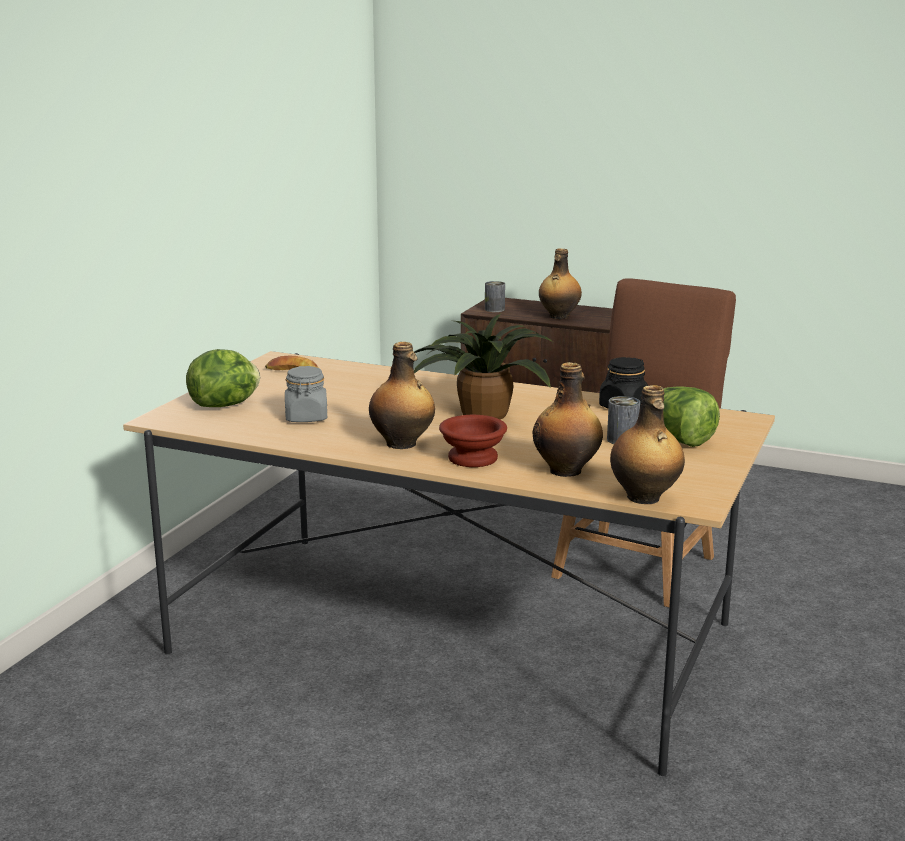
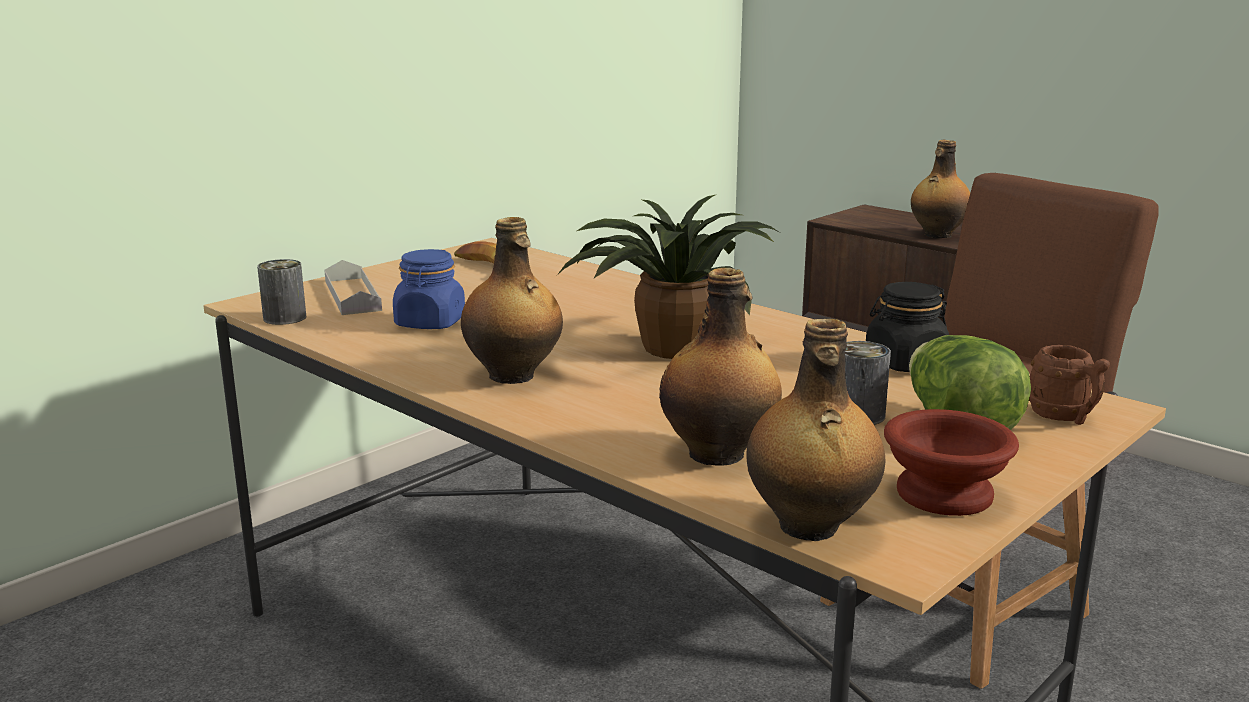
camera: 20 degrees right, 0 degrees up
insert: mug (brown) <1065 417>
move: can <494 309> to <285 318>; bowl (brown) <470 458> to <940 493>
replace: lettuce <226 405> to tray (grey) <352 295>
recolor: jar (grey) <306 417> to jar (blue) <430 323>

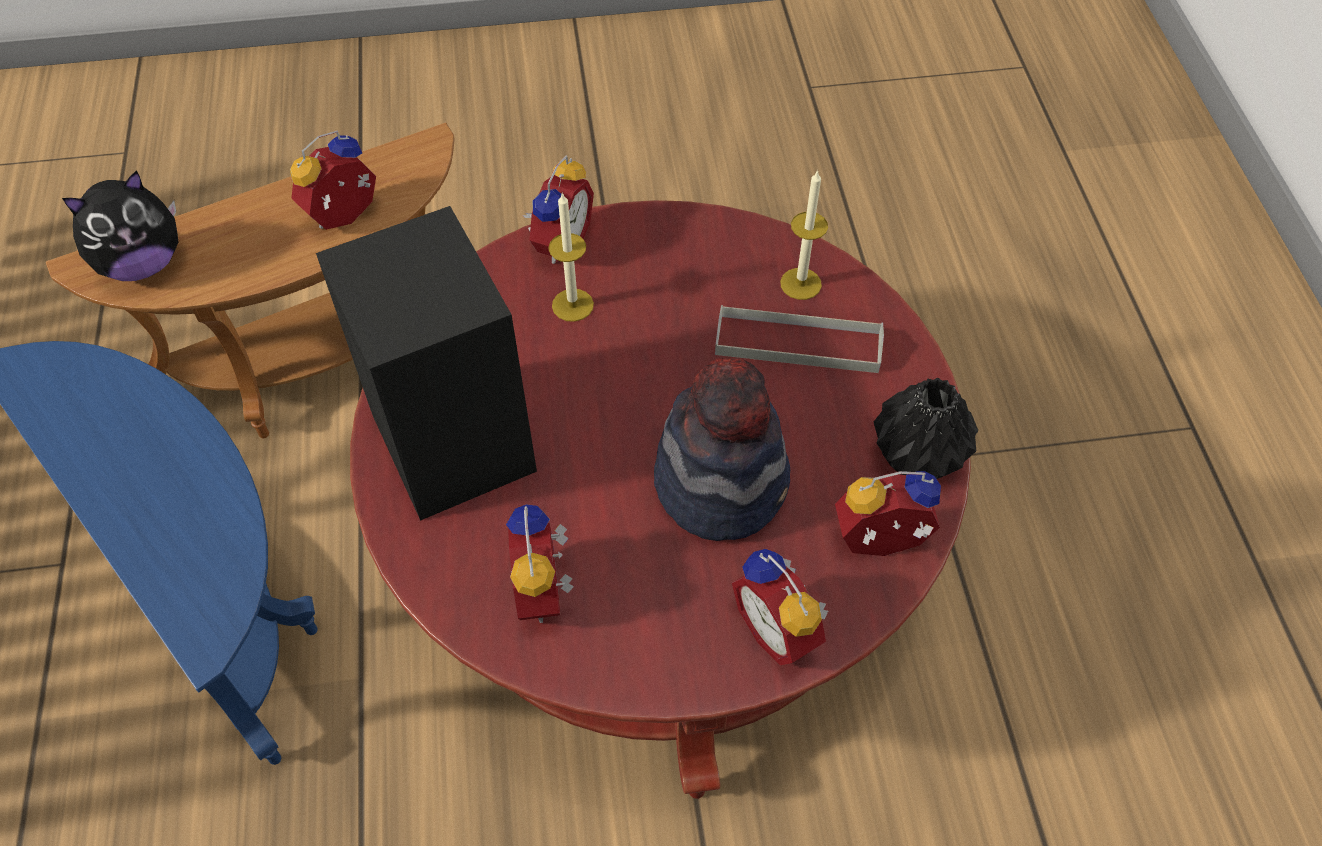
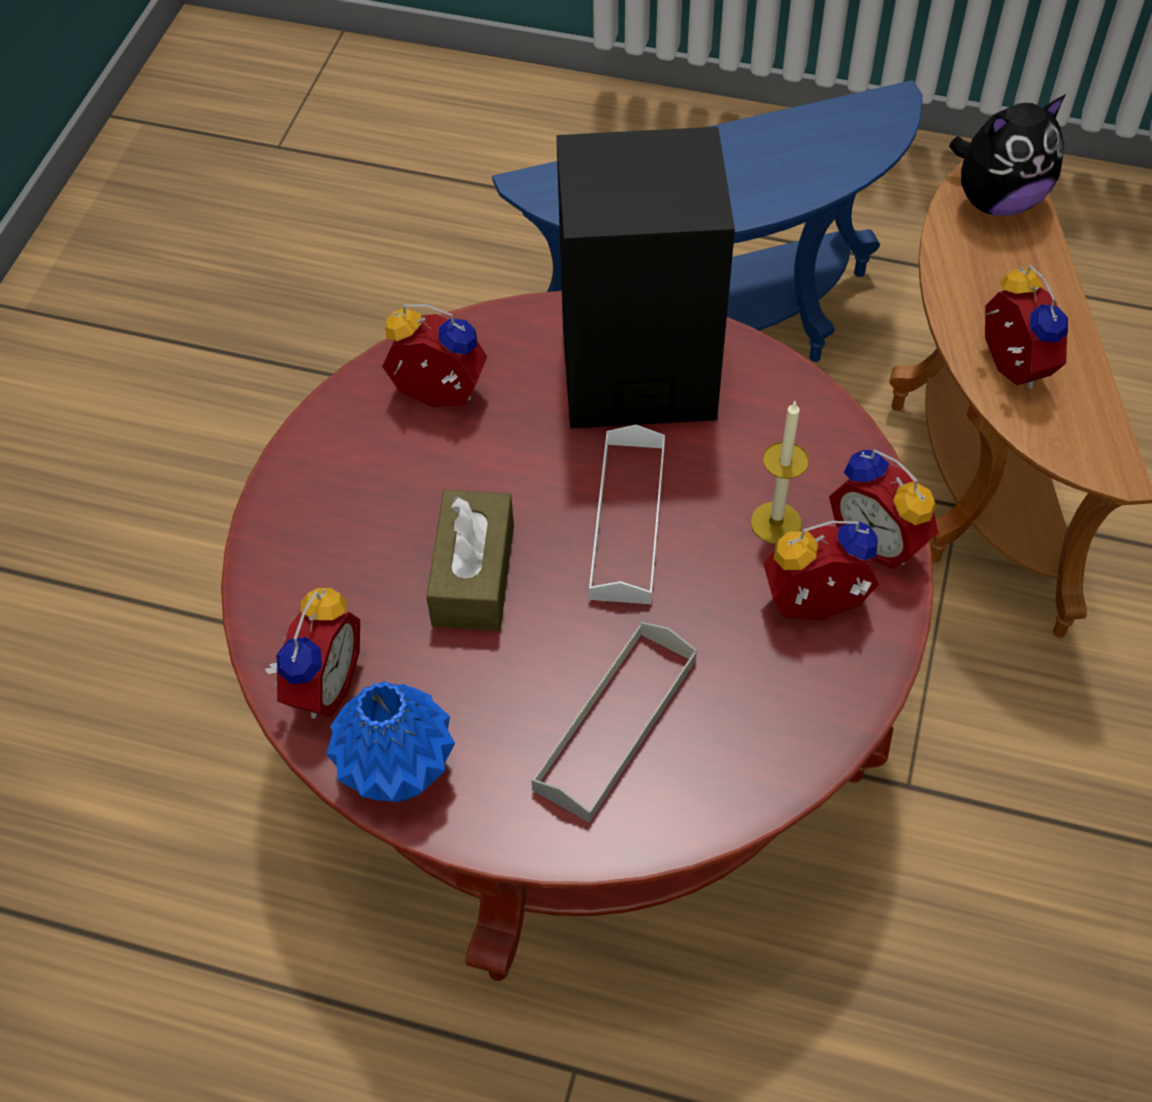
camera: 115 degrees right, 0 degrees up
delete: candle <800 283>
insert: tray (white) <628 520>
move: alarm clock <780 629> to <817 609>
replace: hat <722 481> to tissue box (brown) <473 575>
recolor: vase (black) <917 461> to vase (blue) <395 770>
rotate: plush toy <142 263> = <997 200> 105 degrees counterclockwise

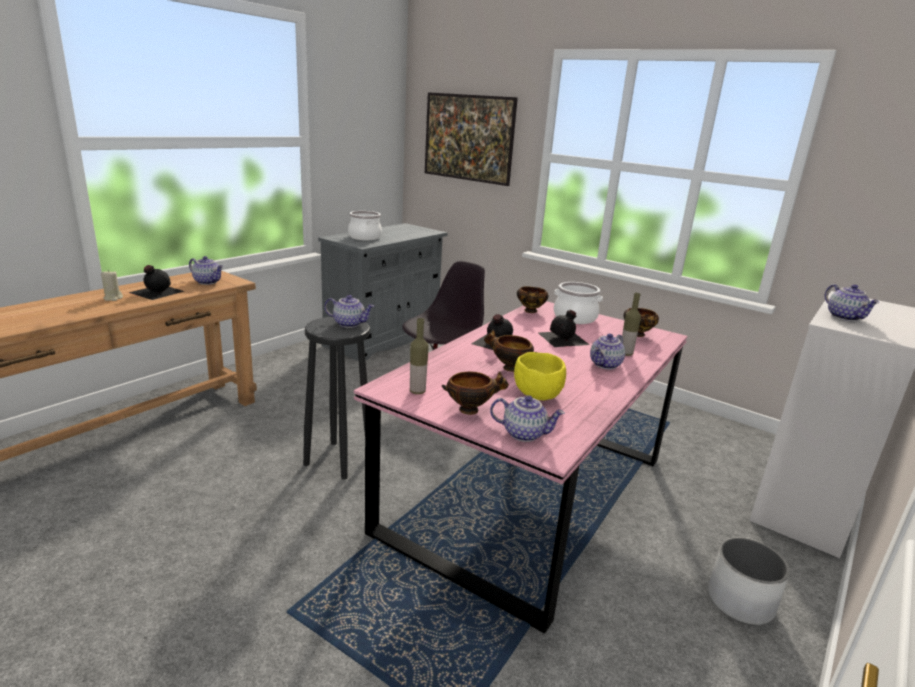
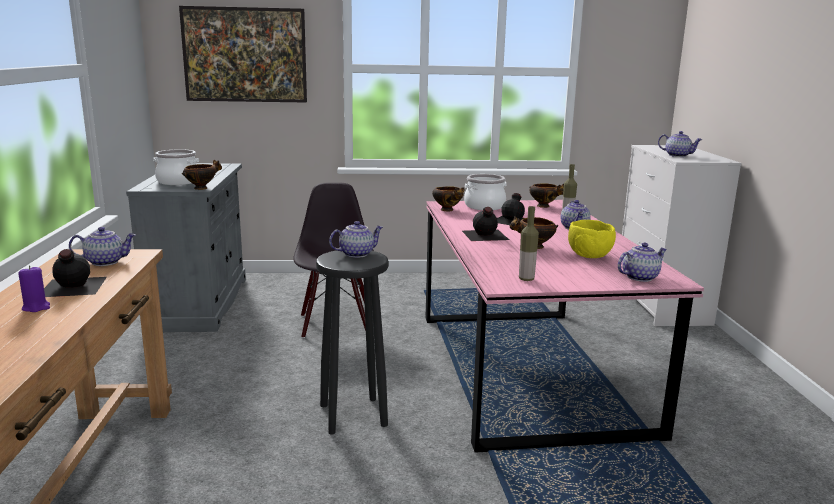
camera: 40 degrees left, 5 degrees down
delete: planter (white) <739 602>
move: bowl <471 409> to <202 188>
recolor: candle (beige) <113 298> to candle (purple) <36 307>

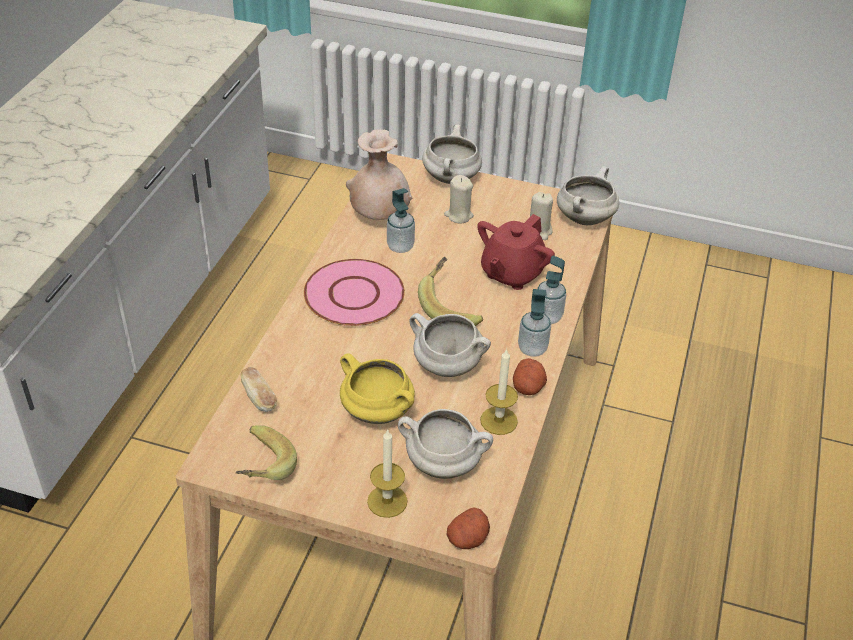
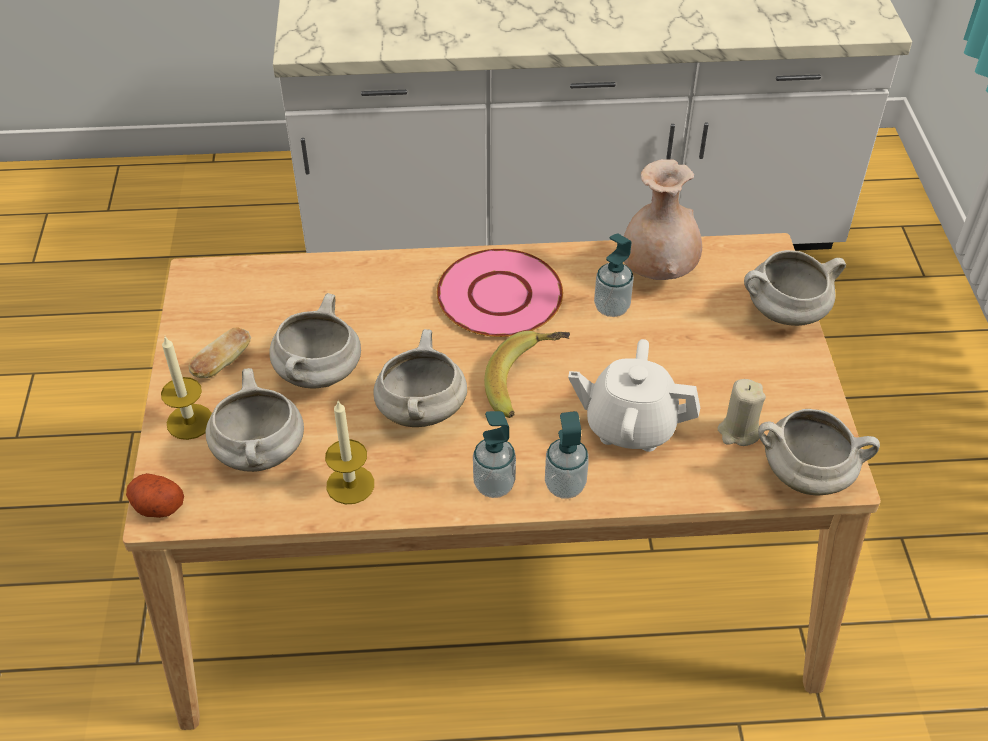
camera: 70 degrees right, 5 degrees up
delete: candle (beige) <458 215>; potato <528 387>; banana <259 468>
move: bread <259 398> to <222 363>
recolor: teapot (red) <511 273> to teapot (white) <630 426>; cooking pot (yellow) <378 412> to cooking pot (white) <319 374>

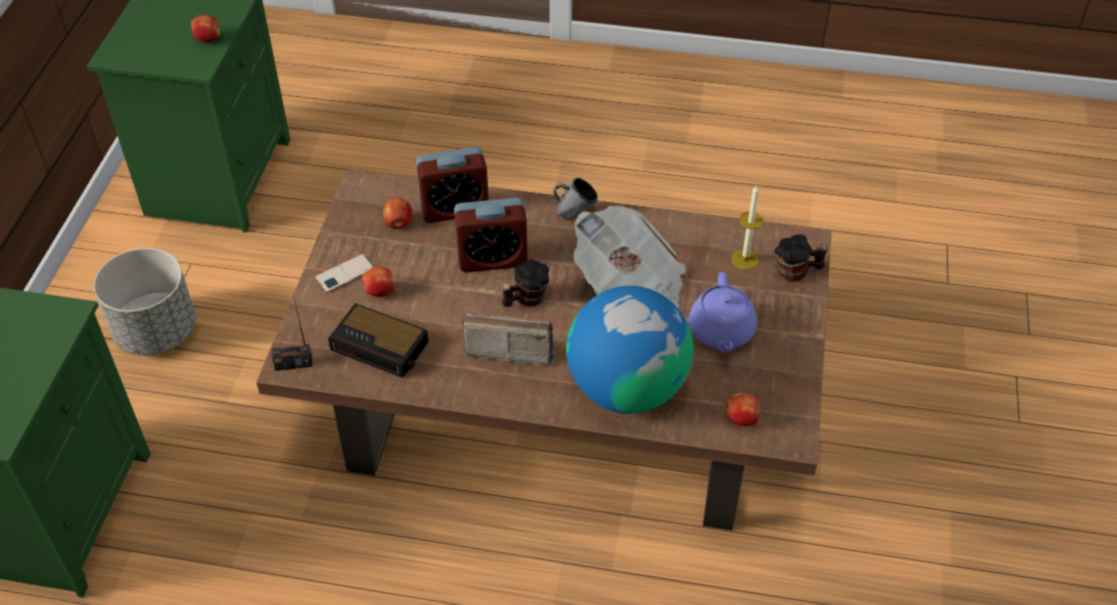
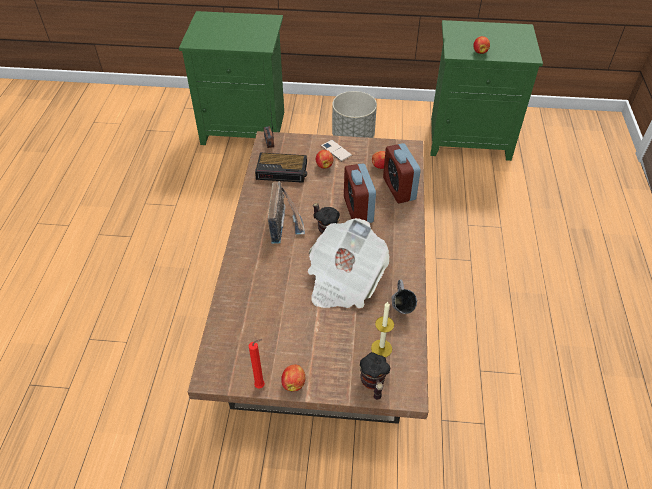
camera: 85 degrees right, 0 degrees up
delete: teapot (purple) <721 332>; globe <627 387>
insert: candle (red) <261 386>
move: mug (grey) <575 214> to <400 310>; apple <740 419> to <294 383>
rotate: alarm clock <381 346> = <283 171> 105 degrees counterclockwise

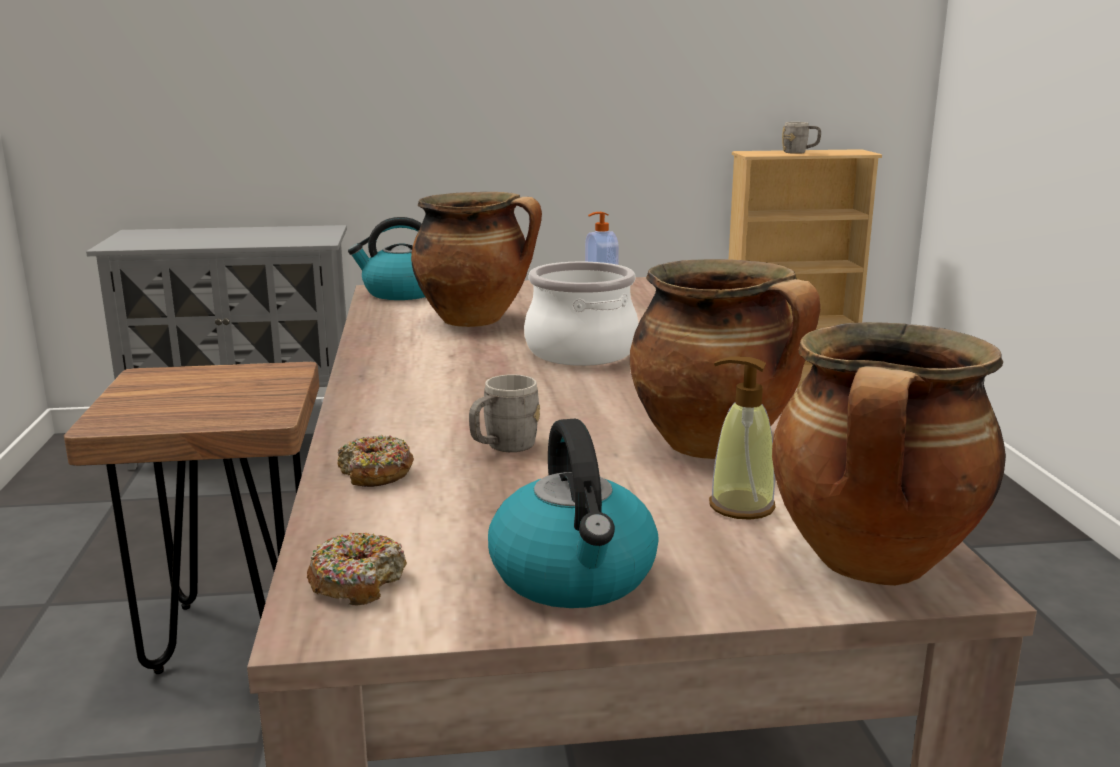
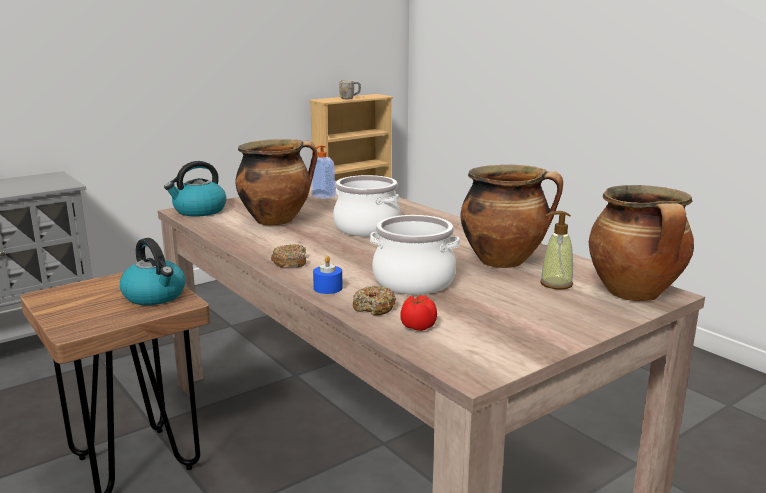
camera: 30 degrees left, 0 degrees up
insert: candle (blue) <328 288>; tomato <417 326>
move: kettle <574 576> to <155 296>; donut <357 582> to <290 262>
replace: mug (grey) <503 447> to cooking pot <413 282>

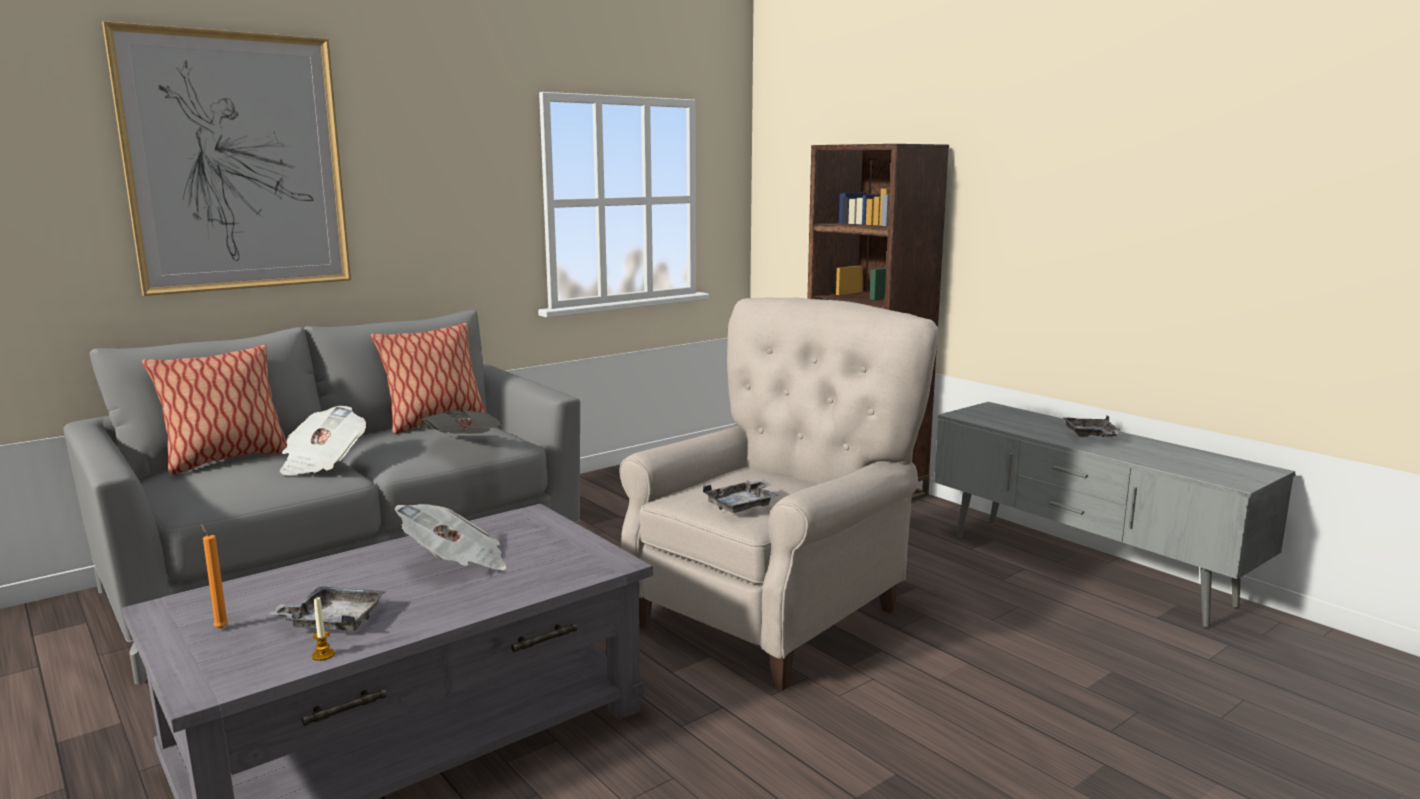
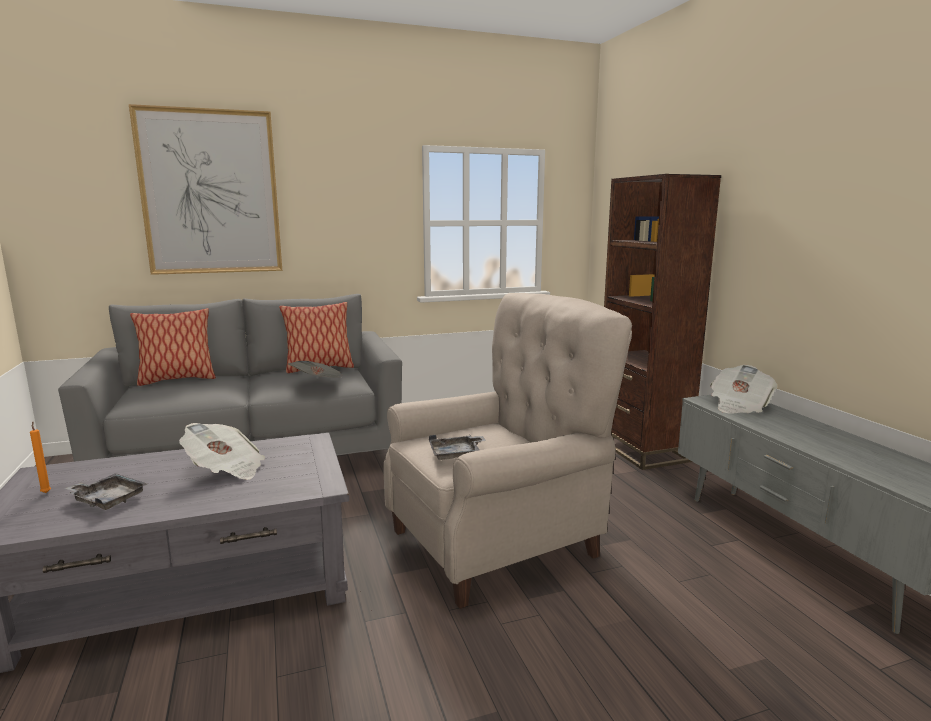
camera: 20 degrees right, 0 degrees up
delete: tray (grey) <1091 435>; candle <323 655>
move: newspaper <322 463> to <739 406>

